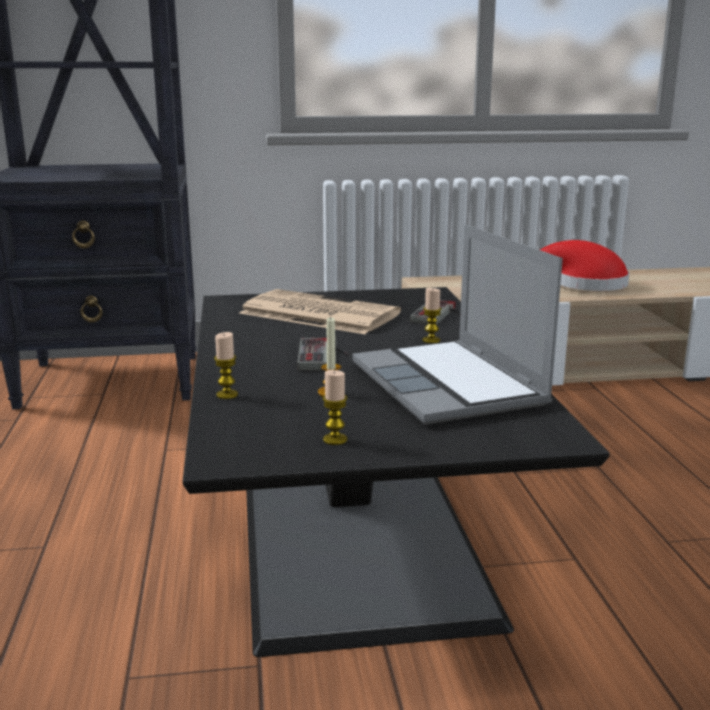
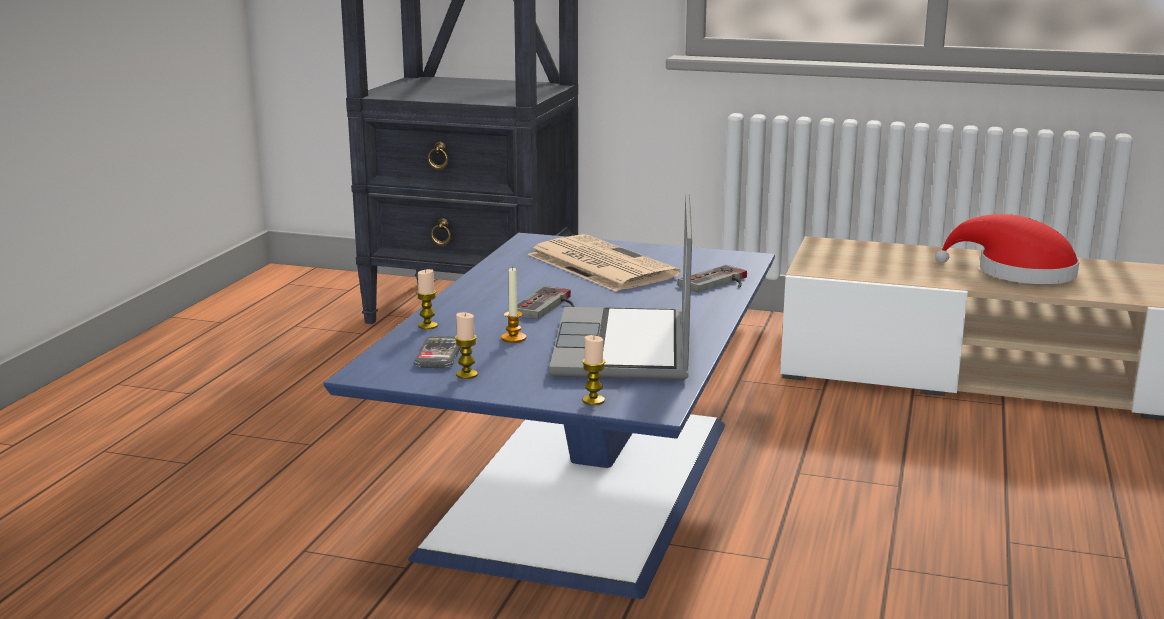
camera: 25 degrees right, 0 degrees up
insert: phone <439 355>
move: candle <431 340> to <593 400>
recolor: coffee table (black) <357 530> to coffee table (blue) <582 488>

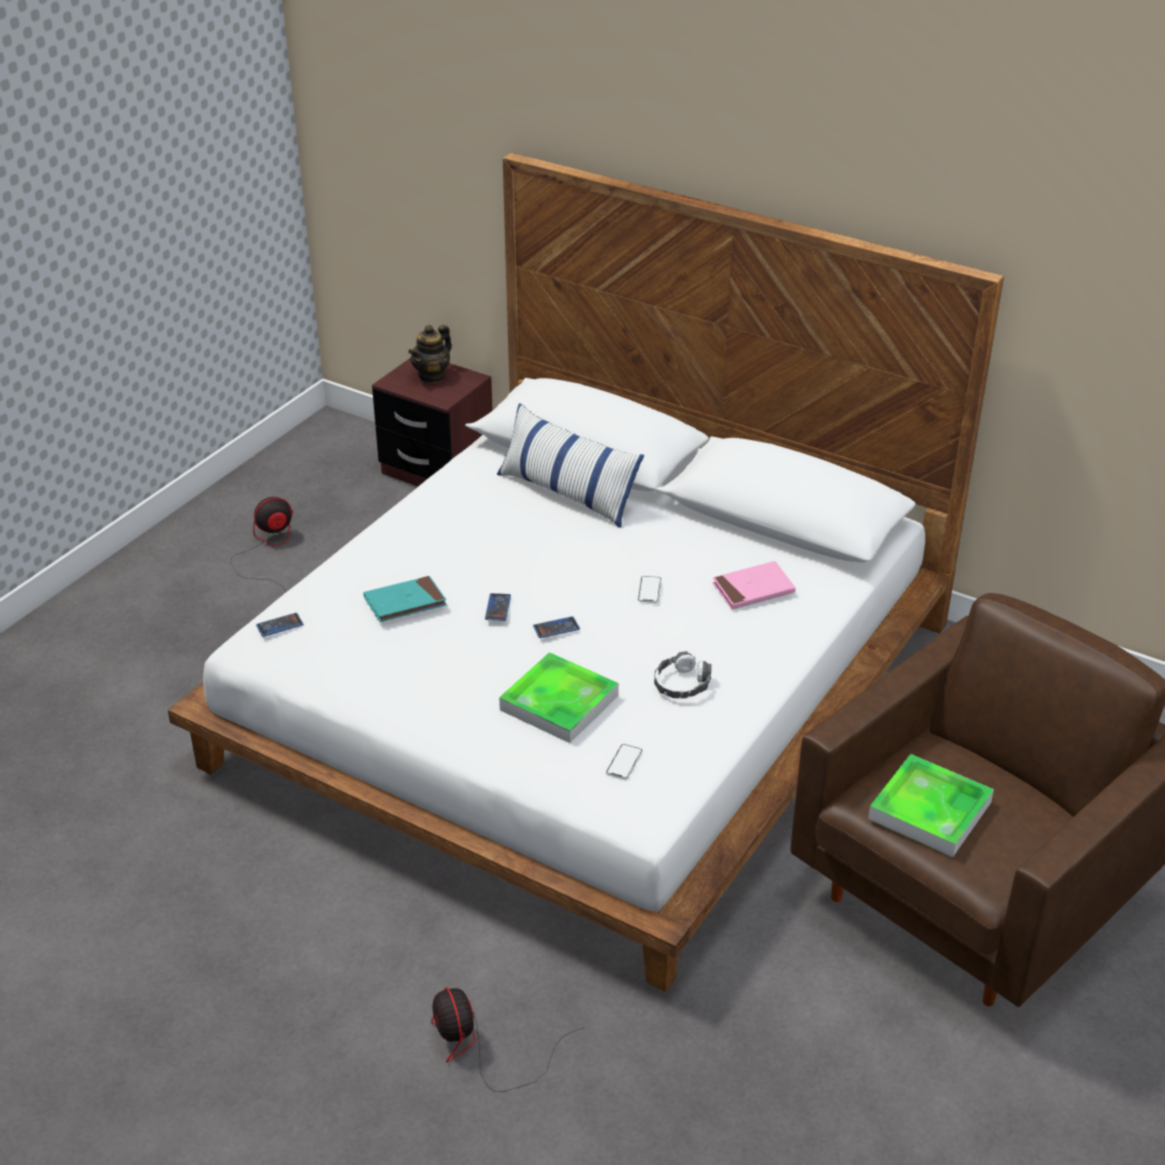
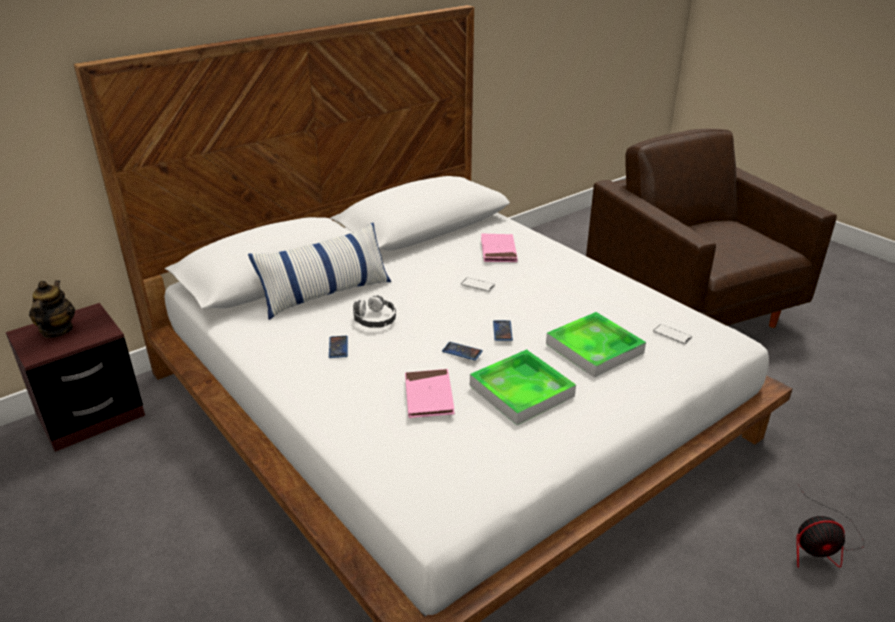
camera: 70 degrees left, 5 degrees down
delete: fan <267 549>
move: phone <279 625> to <338 347>; headphones <682 684> to <375 319>; tray <930 810> to <521 391>
recolor: book (turquoise) <405 602> to book (pink) <429 396>
rotate: teapot <432 375> = <57 331> 150 degrees counterclockwise

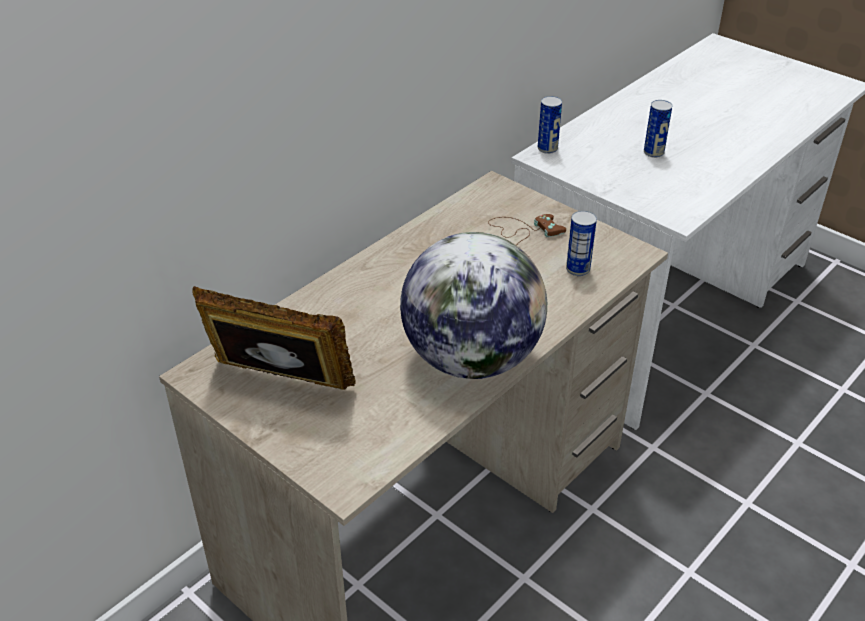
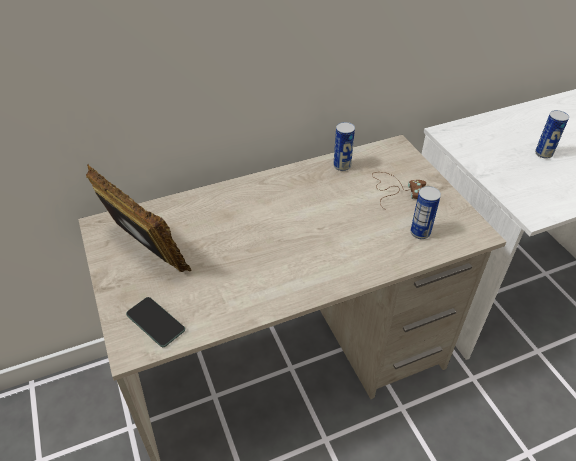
camera: 25 degrees right, 5 degrees up
delete: globe <471 359>
insert: phone <155 322>
move: can <547 149> to <342 166>

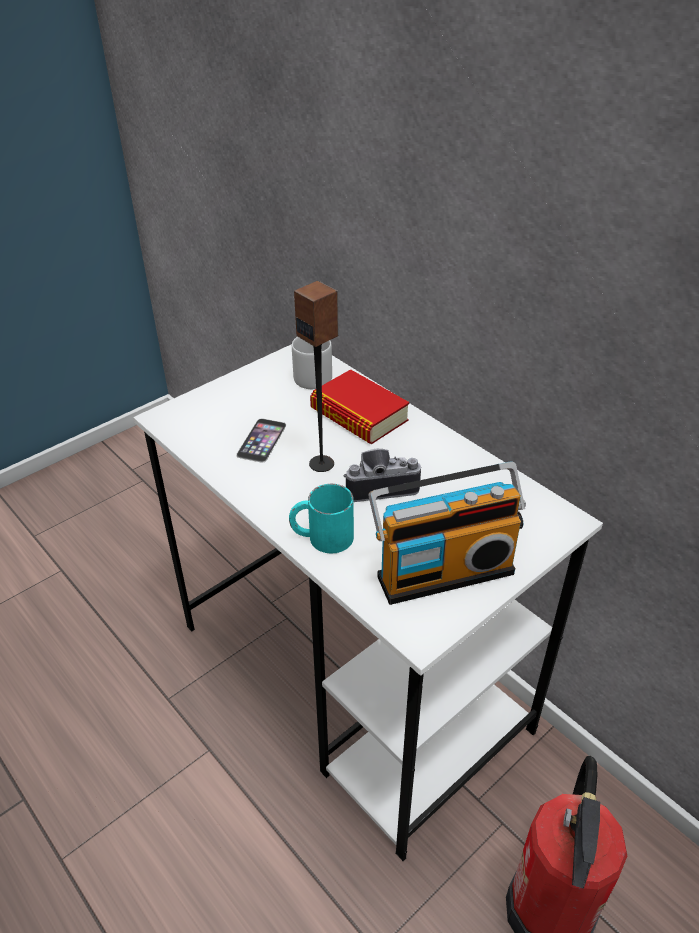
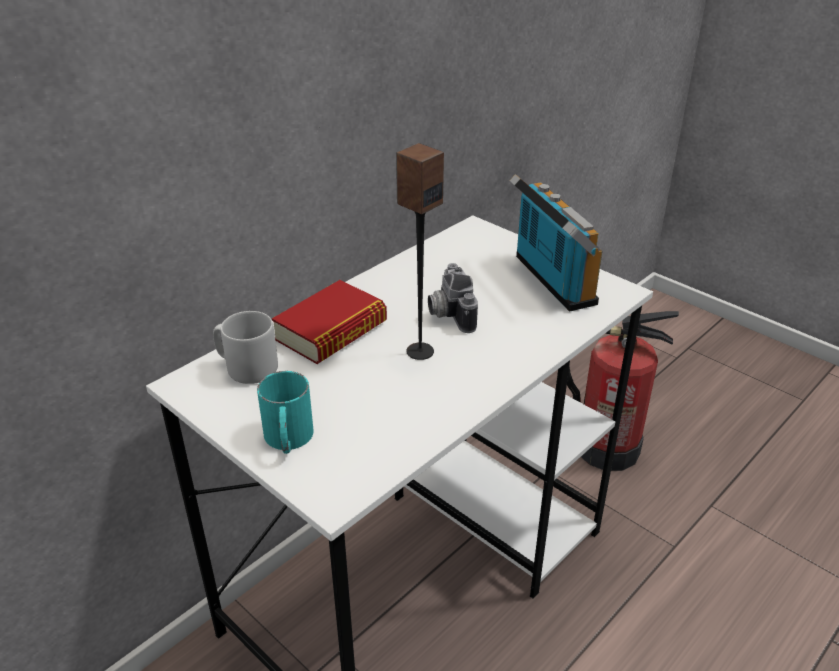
camera: 95 degrees left, 5 degrees down
delete: phone <261 440>
move: mug (turquoise) <322 537> to <288 440>

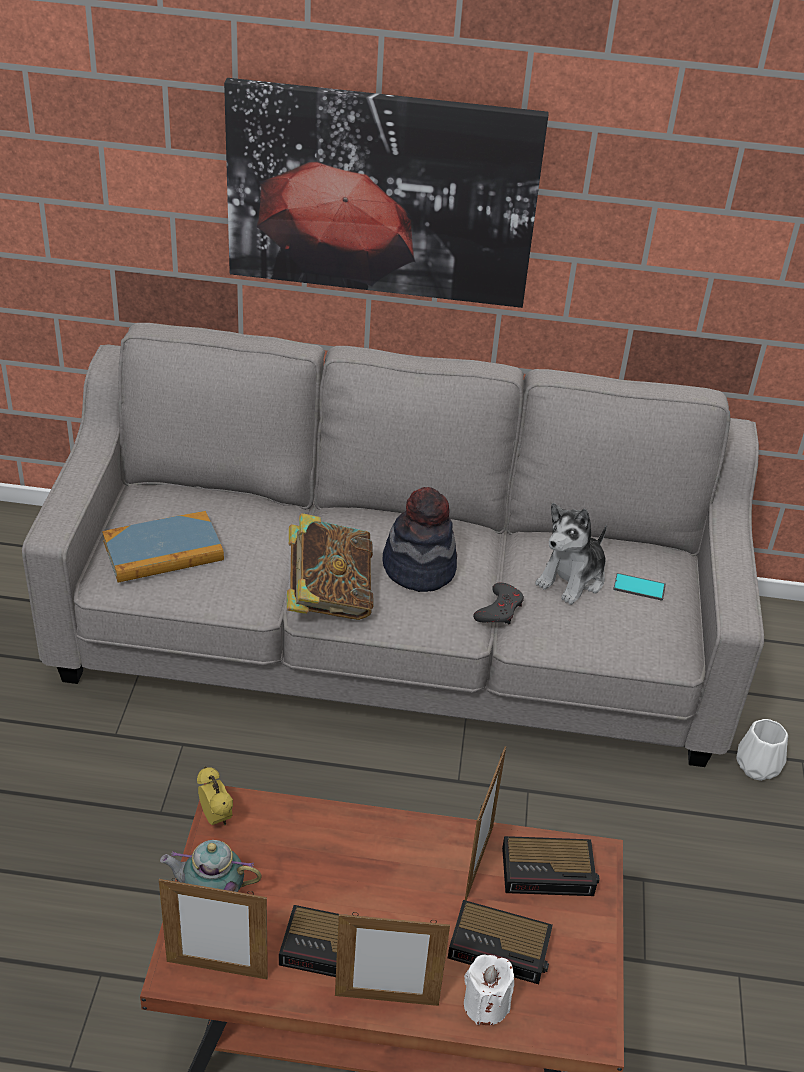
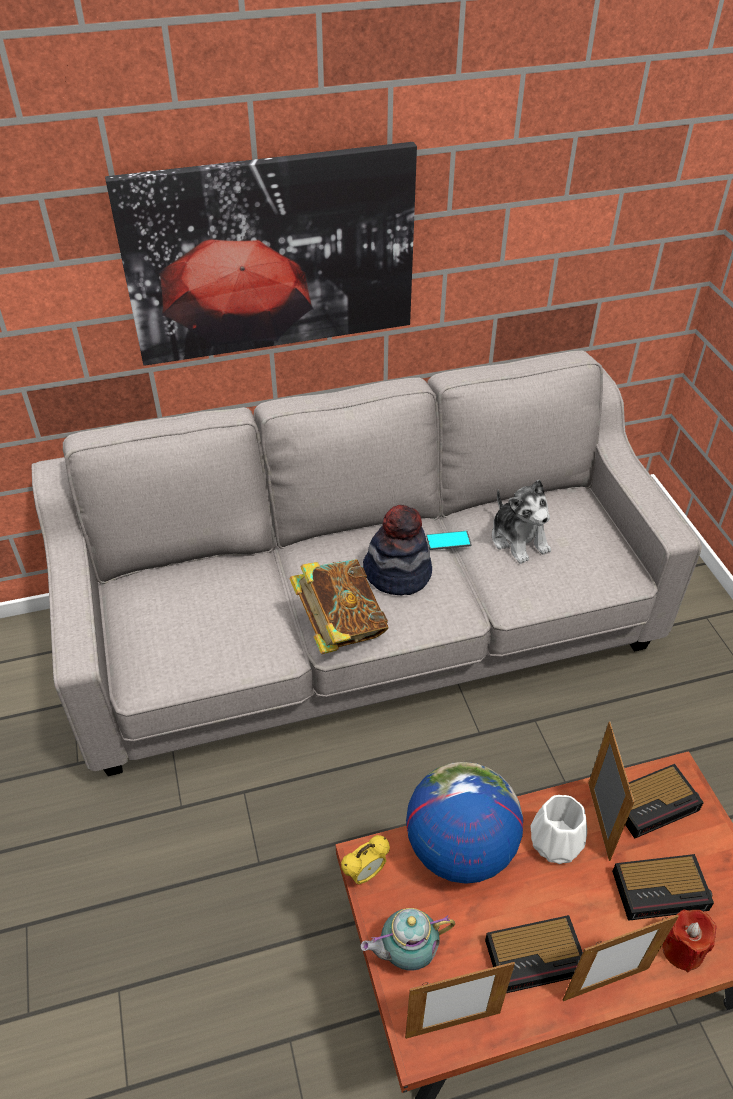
camera: 20 degrees left, 5 degrees up
delete: book <163 551>; game controller (grey) <499 609>
insert: globe <459 848>
move: phone <639 587> to <448 541>; vase (white) <758 767> to <556 843>
recolor: candle (white) <486 1005> to candle (red) <682 949>
rotate: plush toy <572 578> = <518 539> 45 degrees counterclockwise; alarm clock <216 818> = <365 874> 105 degrees clockwise

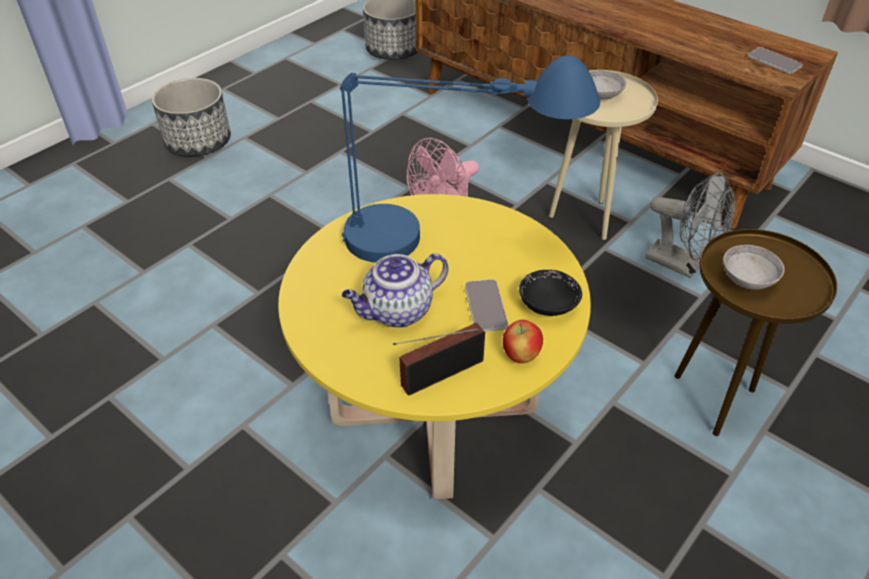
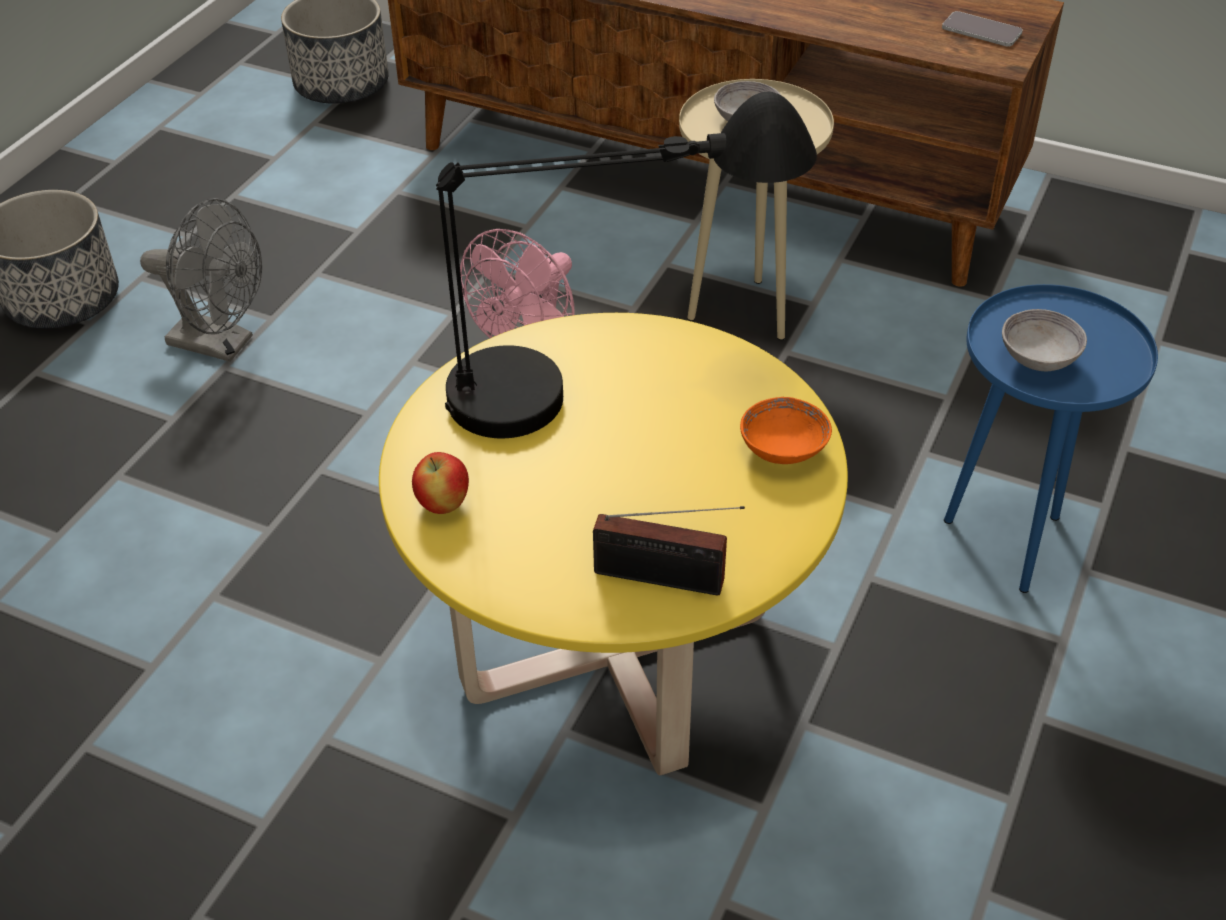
camera: 15 degrees left, 0 degrees up
delete: teapot <397 312>; phone <486 306>
move: fan (grey) <681 264> to <222 344>; apple <520 356> to <443 505>
recolor: table lamp (blue) <450 243> to table lamp (black) <609 387>; side table (brown) <714 399> to side table (blue) <1008 542>; bowl (black) <548 305> to bowl (orange) <783 449>
rotate: radio <437 375> = <666 579> 120 degrees counterclockwise

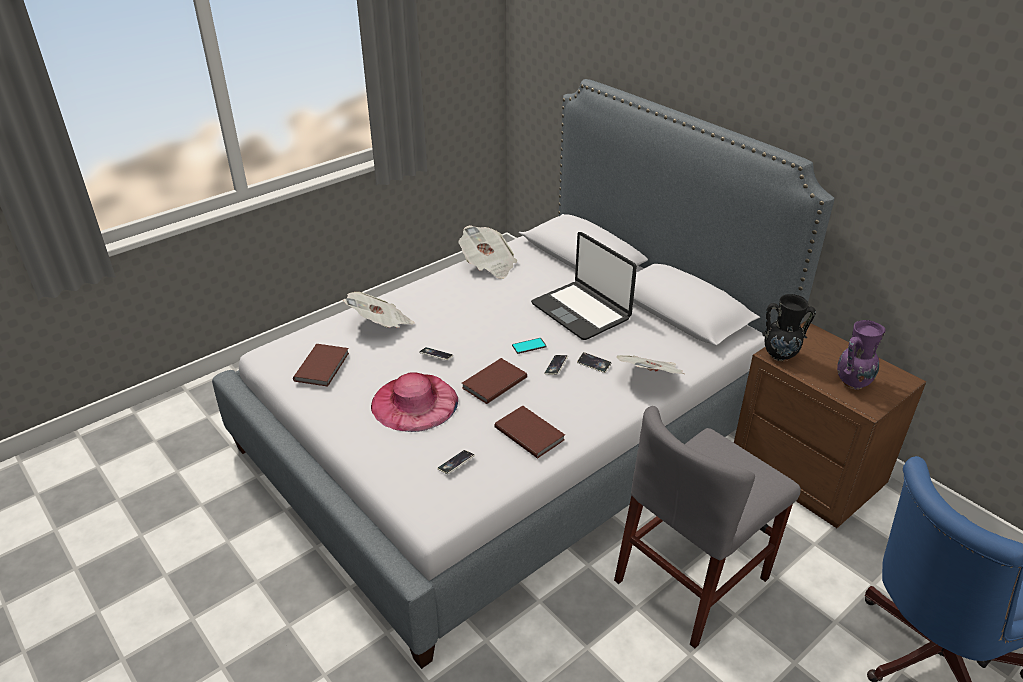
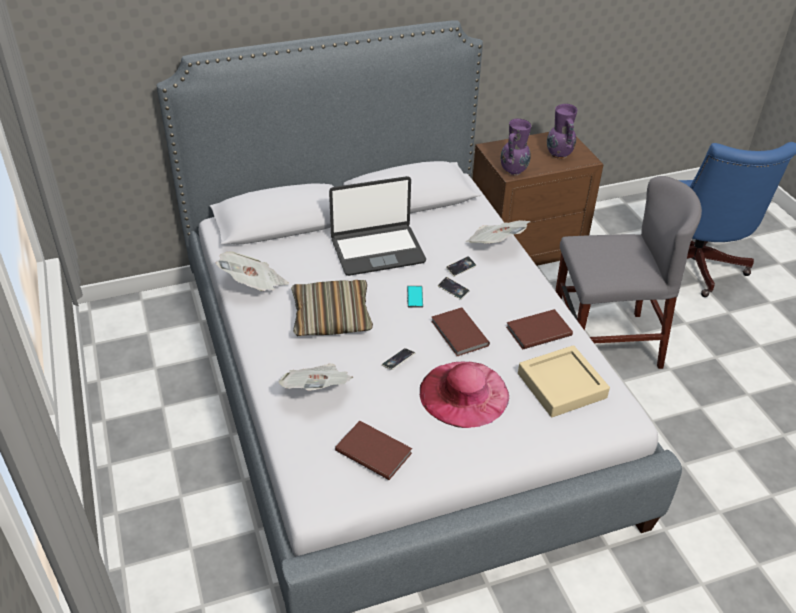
camera: 70 degrees left, 5 degrees up
insert: pillow <331 317>
replace: phone <456 463> to tray (beige) <561 386>
recolor: vase (black) <780 356> to vase (purple) <514 171>
rotate: chair (grey) <692 579> = <605 342> 75 degrees counterclockwise

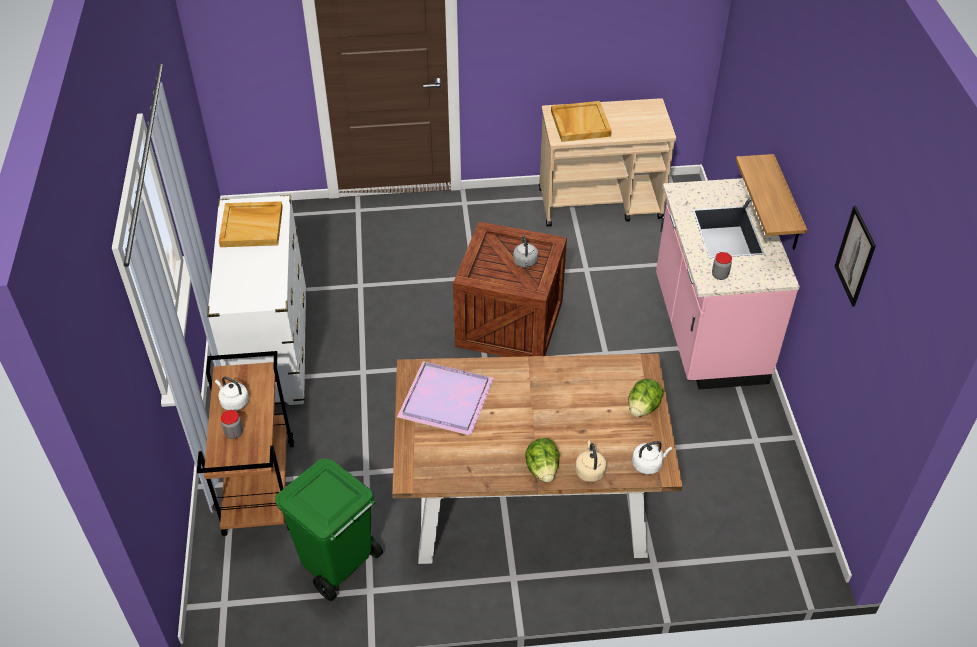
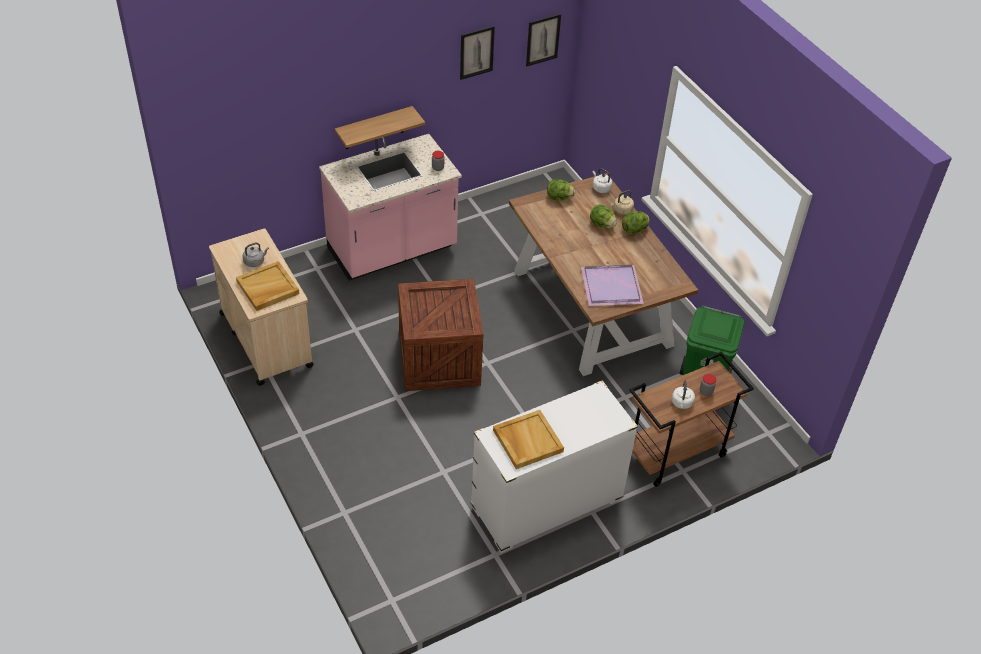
camera: 115 degrees left, 0 degrees up
insert: picture <543 40>; lettuce <602 224>
move: kettle (grey) <525 262> to <255 261>

